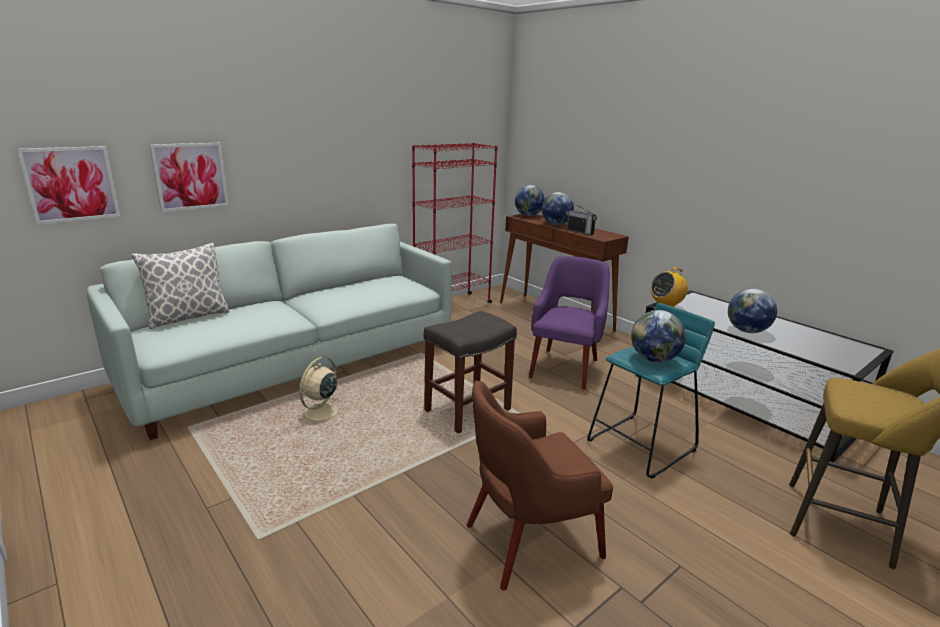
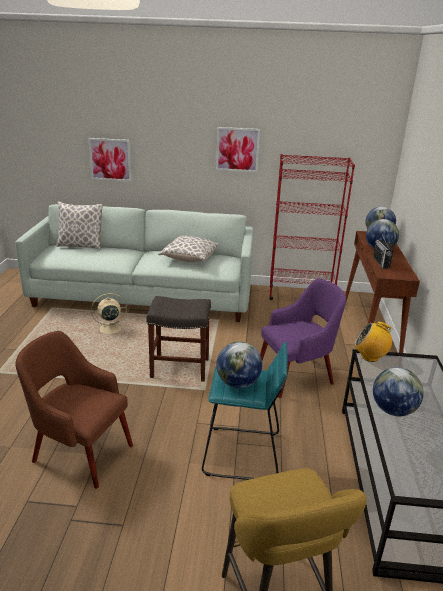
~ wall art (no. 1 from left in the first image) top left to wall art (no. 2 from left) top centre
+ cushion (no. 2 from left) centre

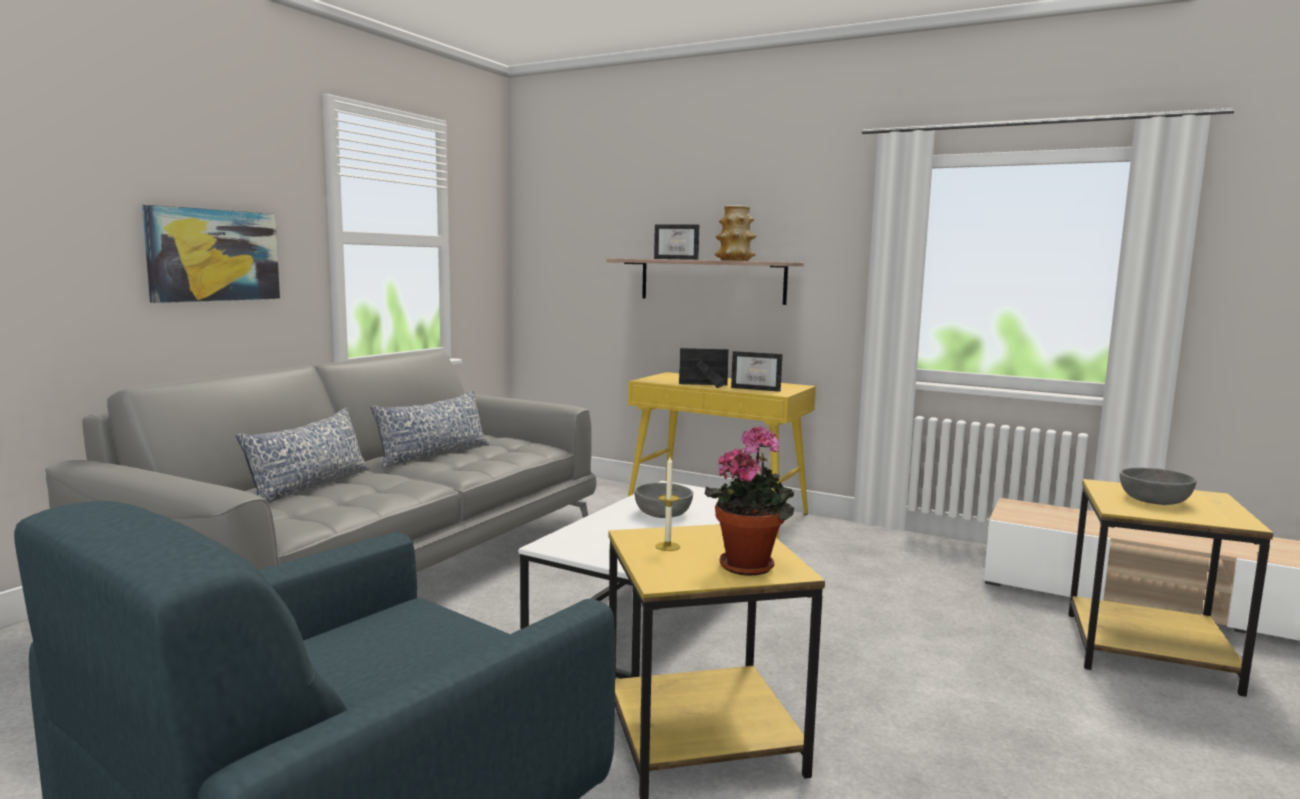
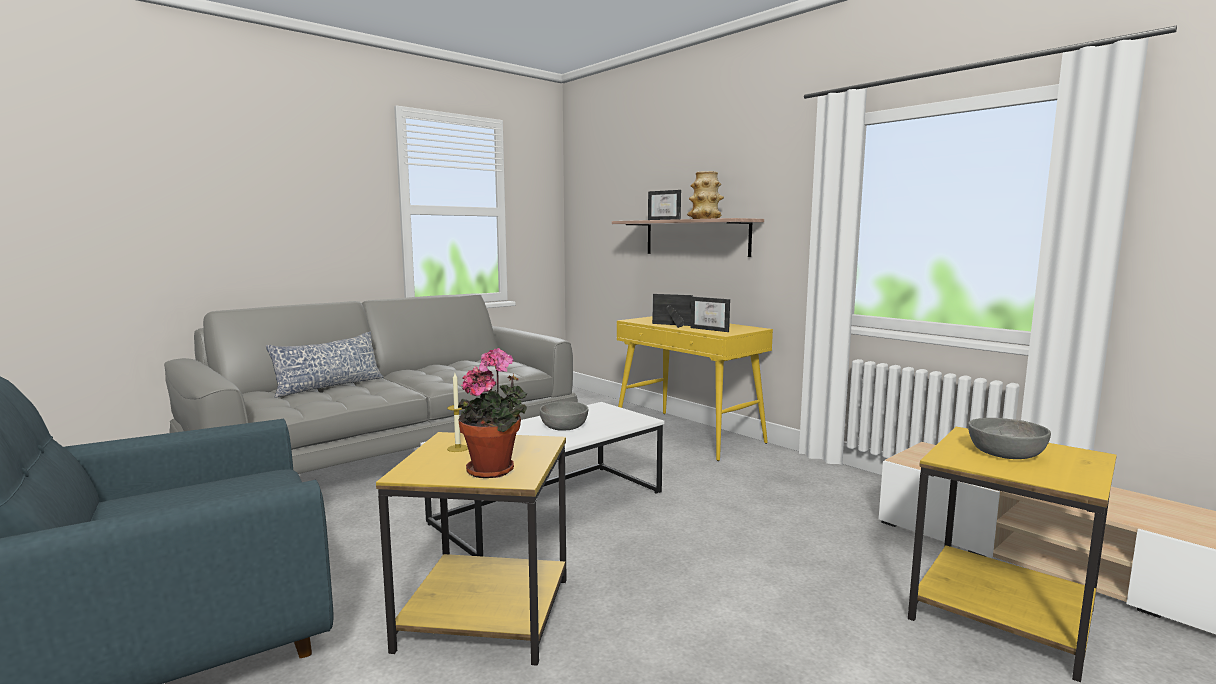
- wall art top left
- cushion (no. 2 from left) middle left

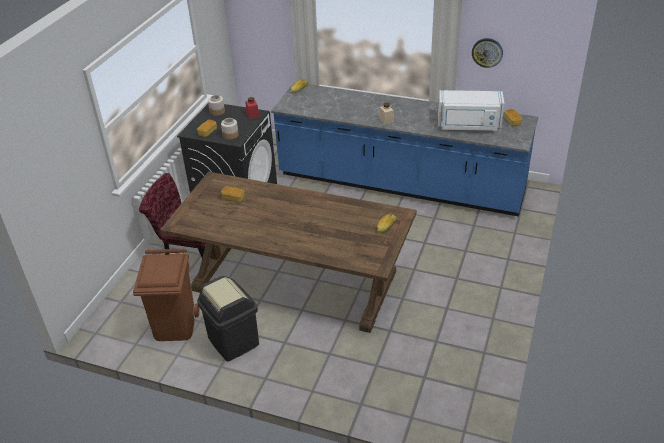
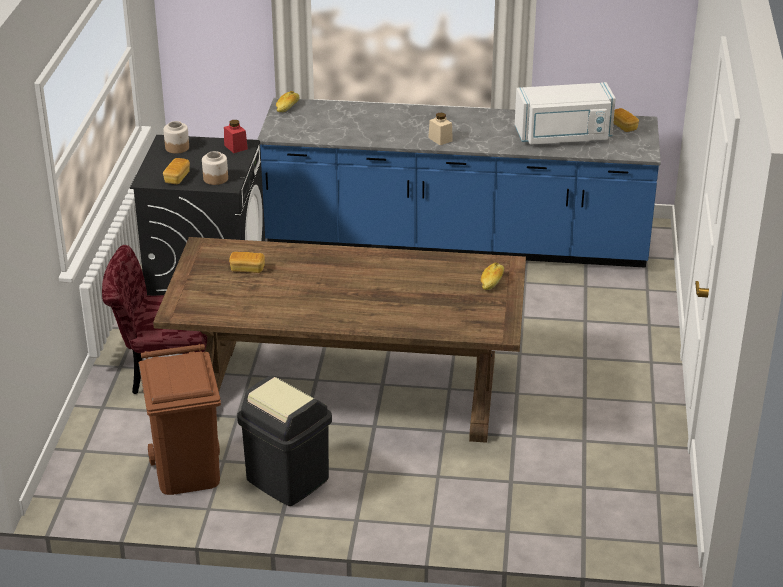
- hanging clock top right

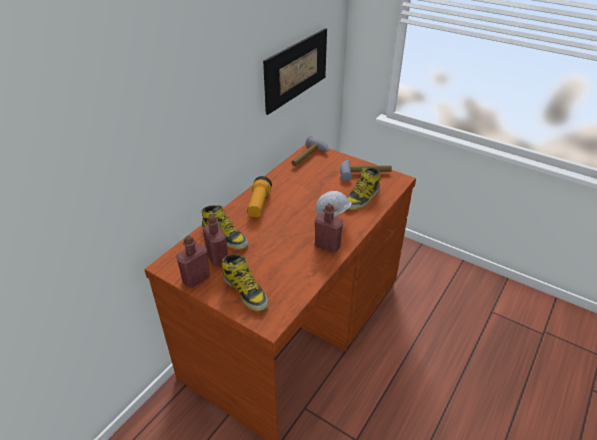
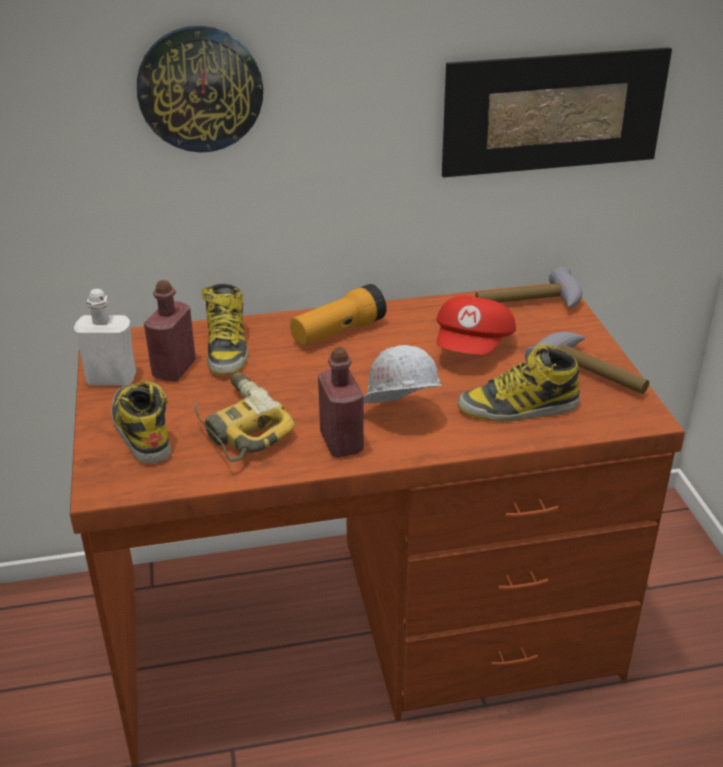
~ red-coloured bottle (no. 1 from left) middle left to white-coloured bottle middle left
~ tall boot (no. 2 from left in the first image) centre = middle left 150 degrees clockwise
+ hanging clock top left
+ red-coloured peaked cap centre
+ drill centre

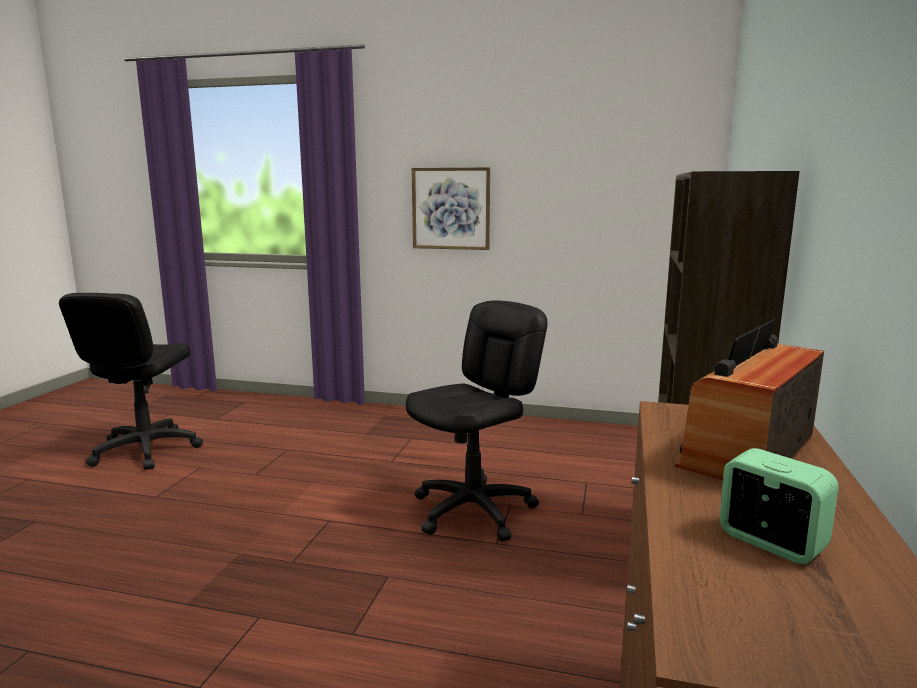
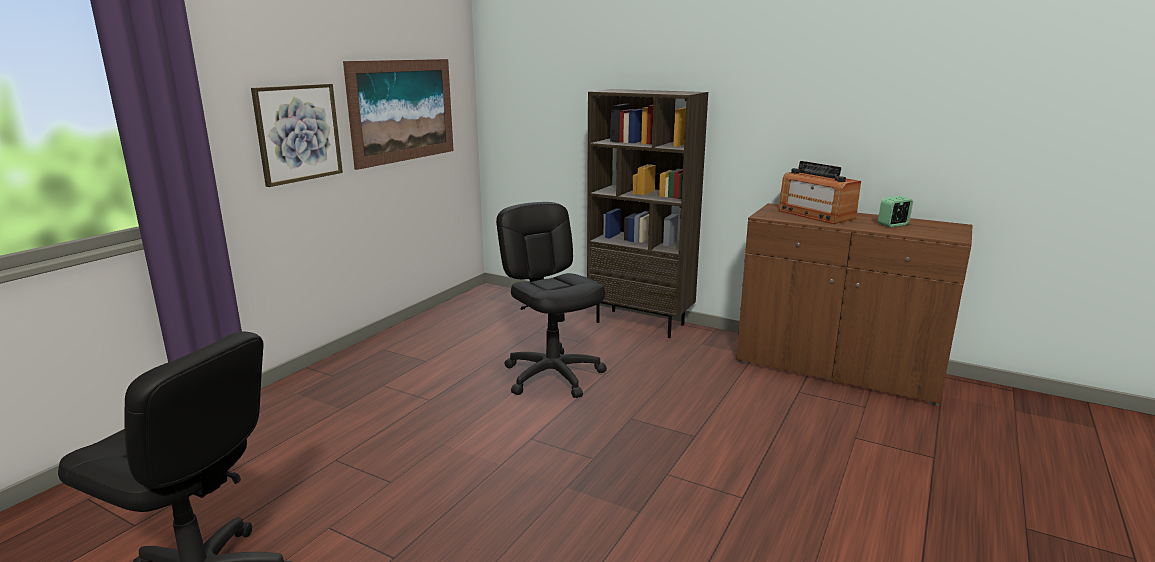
+ wall art (no. 2 from left) top centre

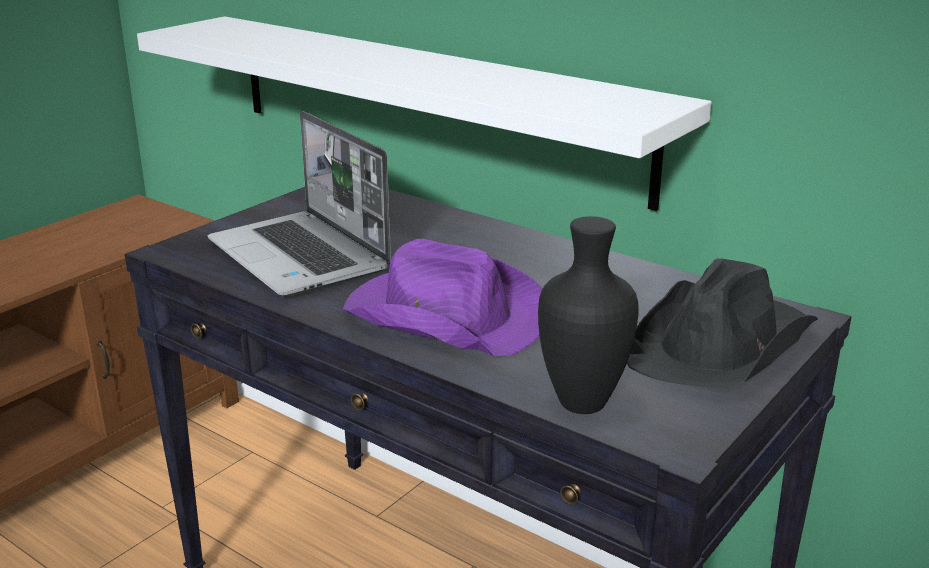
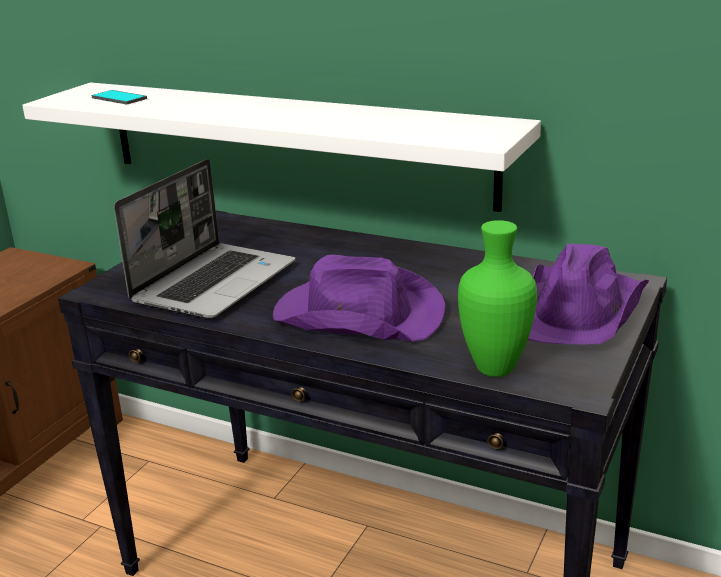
~ laptop middle left = middle left 105 degrees counterclockwise
~ black flower vase centre to greenish flower vase middle right
~ black hat middle right to purplish hat (no. 2 from left) middle right
+ handset top left

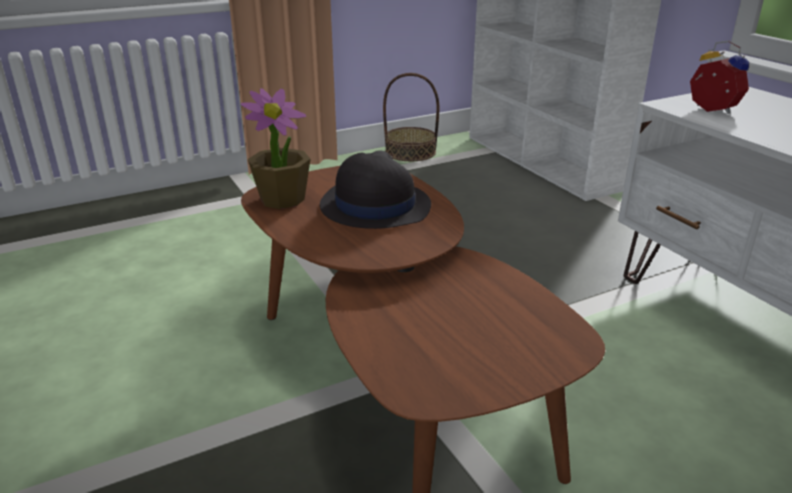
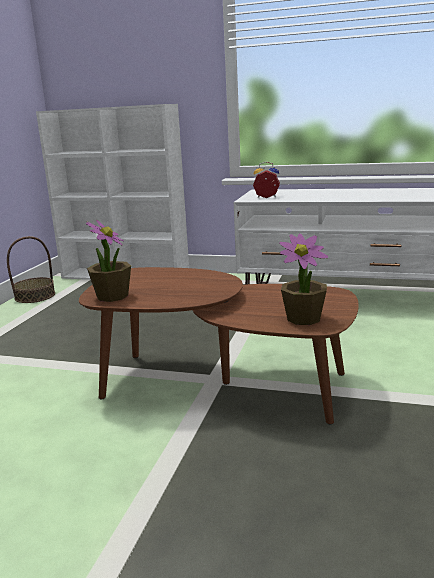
- black hat centre
+ plant in a pot (no. 2 from left) middle right

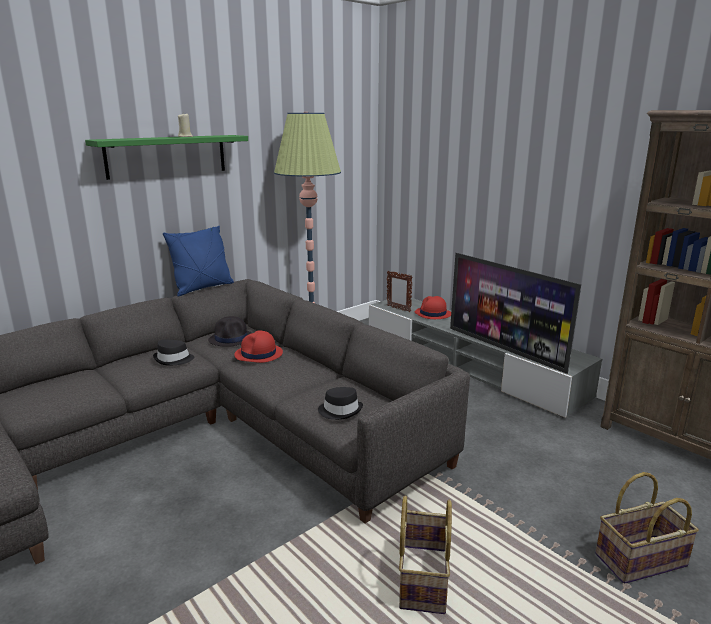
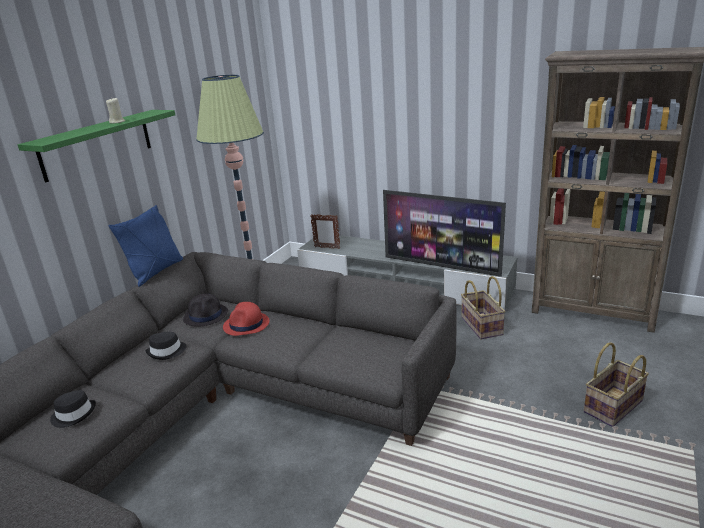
- red-coloured hat (no. 2 from left) centre
~ black hat (no. 3 from left in the first image) centre to black hat (no. 1 from left) bottom left
~ storage basket (no. 1 from left) bottom centre to middle right

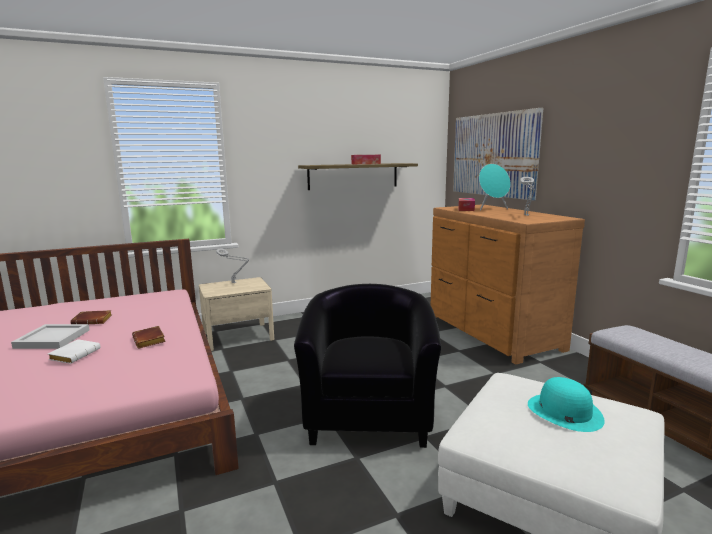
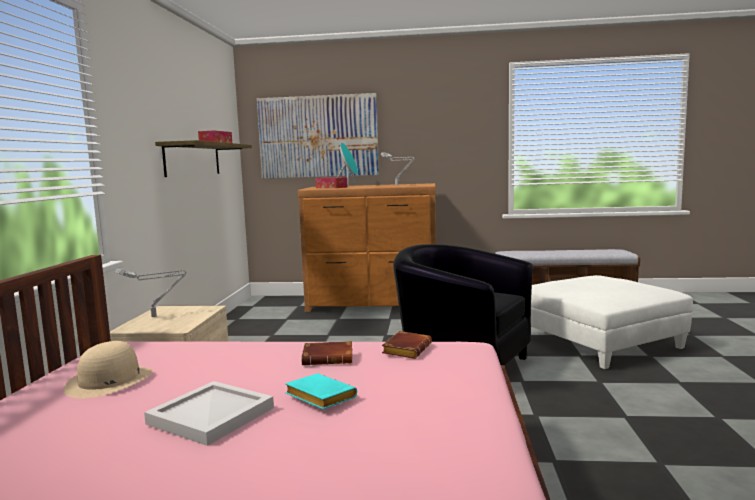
~ brown bound book (no. 1 from left in the first image) middle left to brown bound book (no. 2 from left) bottom centre
~ white-coloured bound book middle left to turquoise-coloured bound book bottom centre
- turquoise-coloured hat bottom right
+ sand-coloured hat bottom left

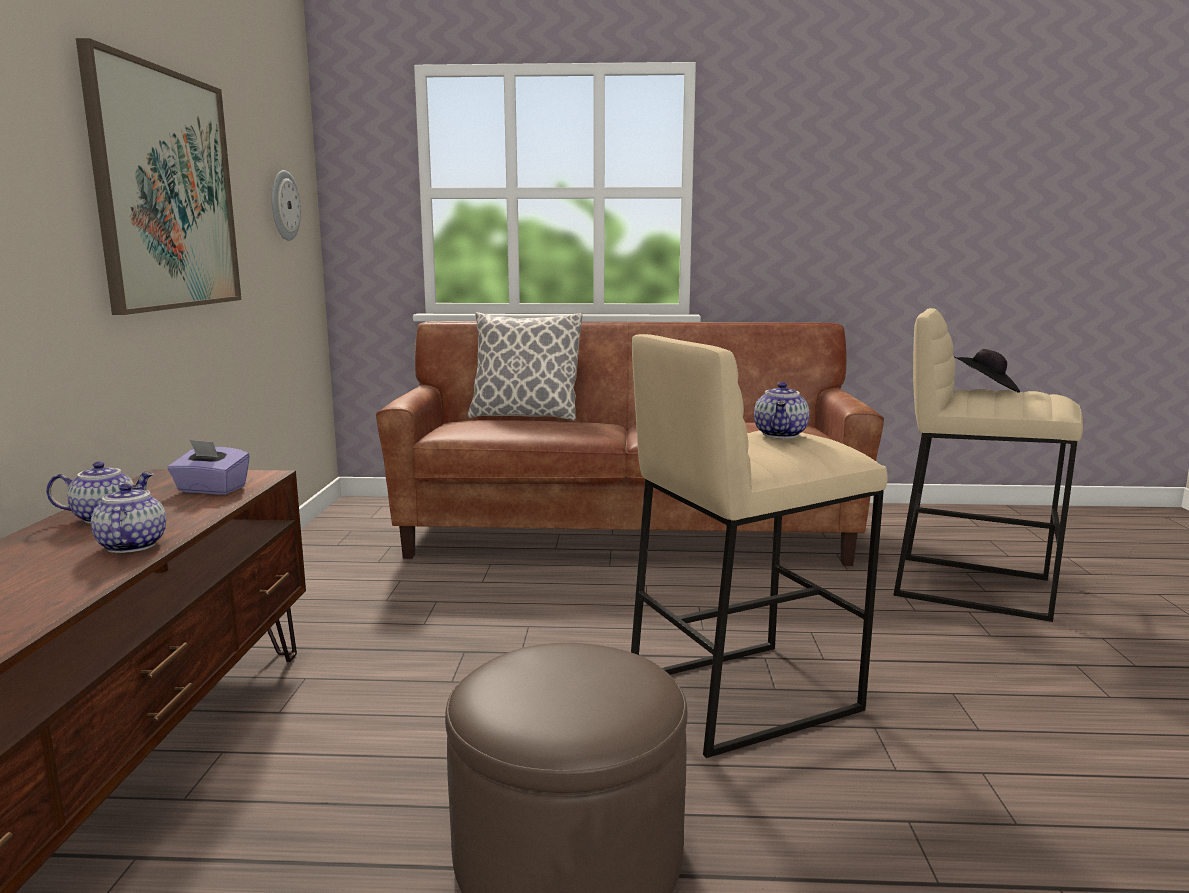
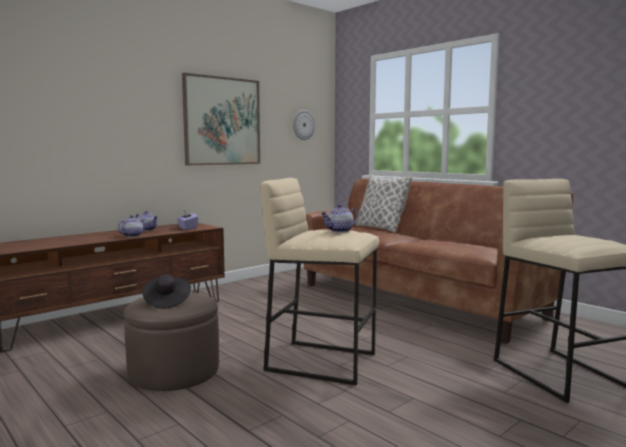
~ black hat middle right to middle left

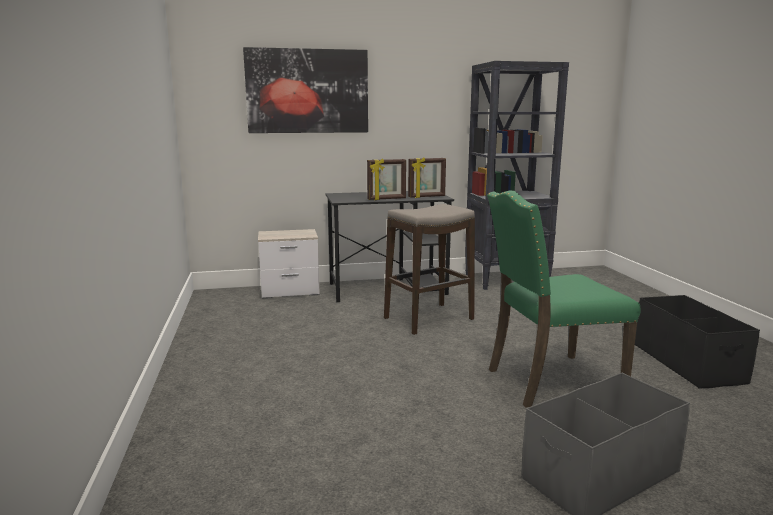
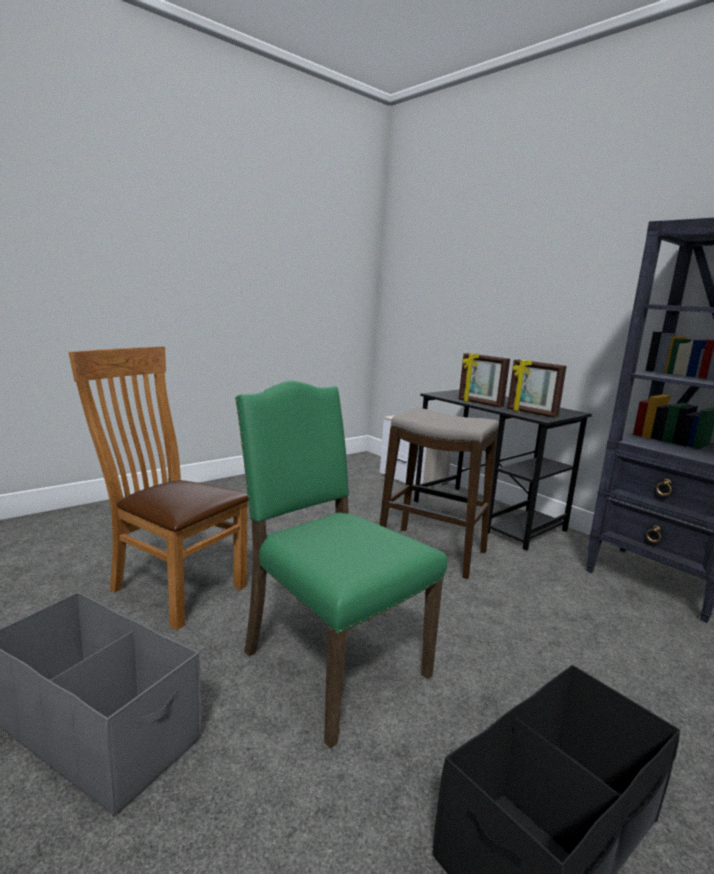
- wall art top centre
+ brown plain chair middle left

